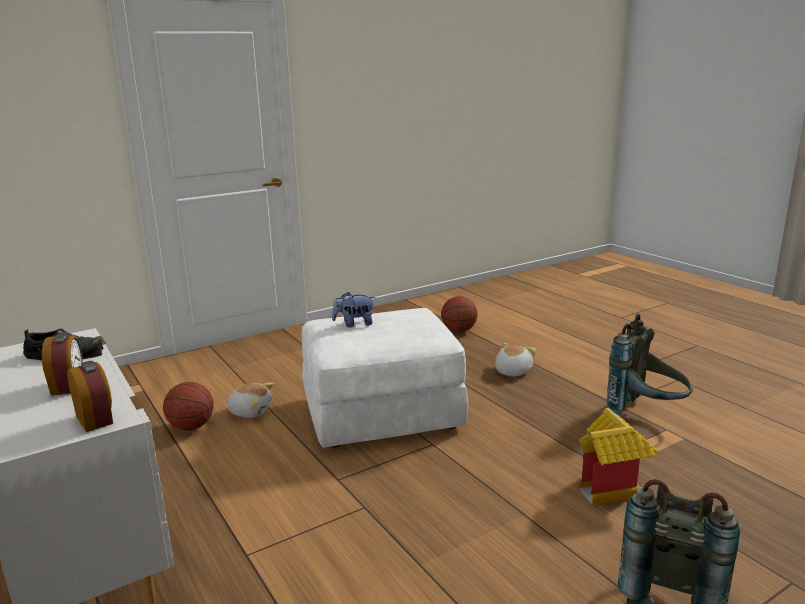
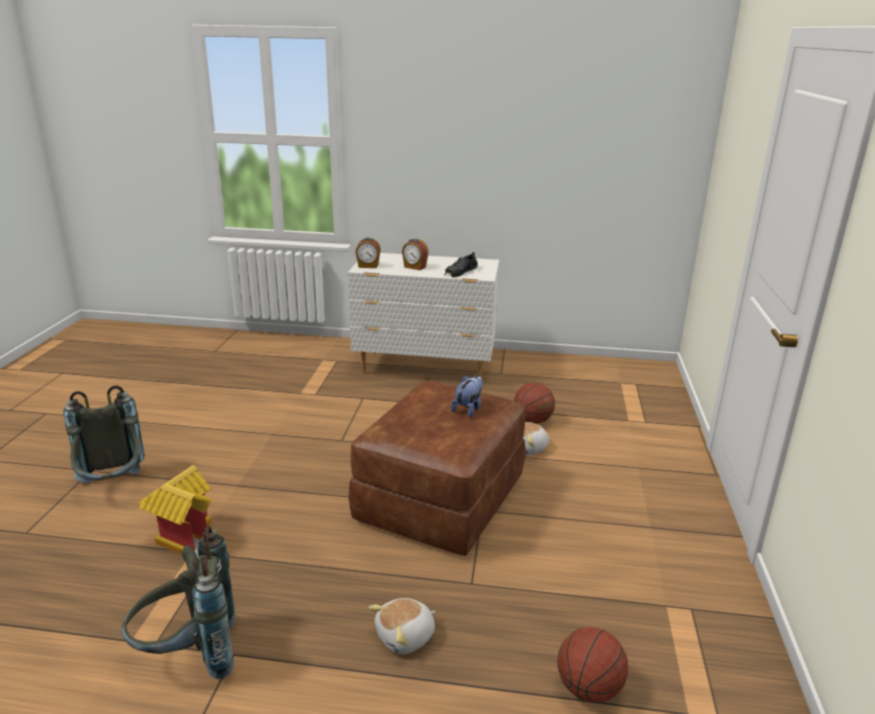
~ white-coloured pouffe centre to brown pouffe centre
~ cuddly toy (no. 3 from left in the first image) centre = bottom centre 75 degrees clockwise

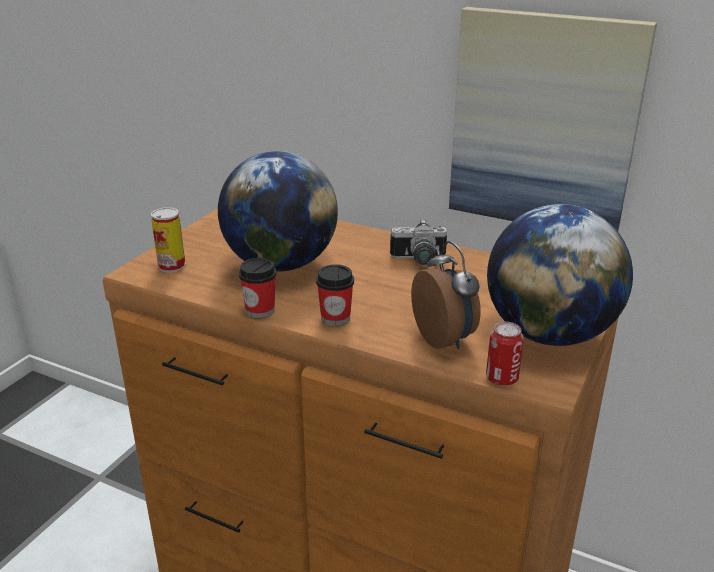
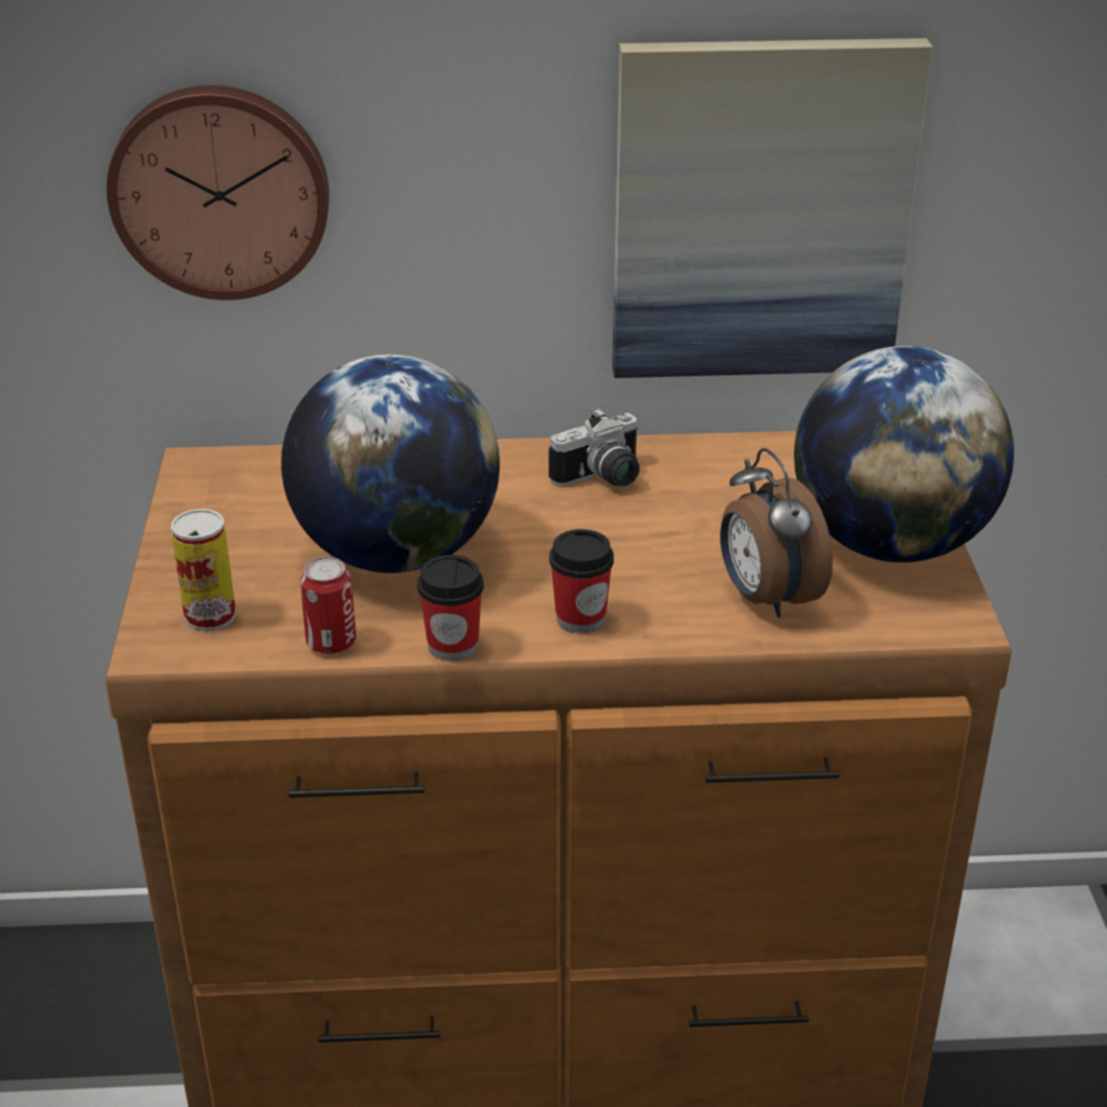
~ alarm clock centre = middle right 150 degrees counterclockwise
~ can (no. 2 from left) middle right to middle left
+ hanging clock top left

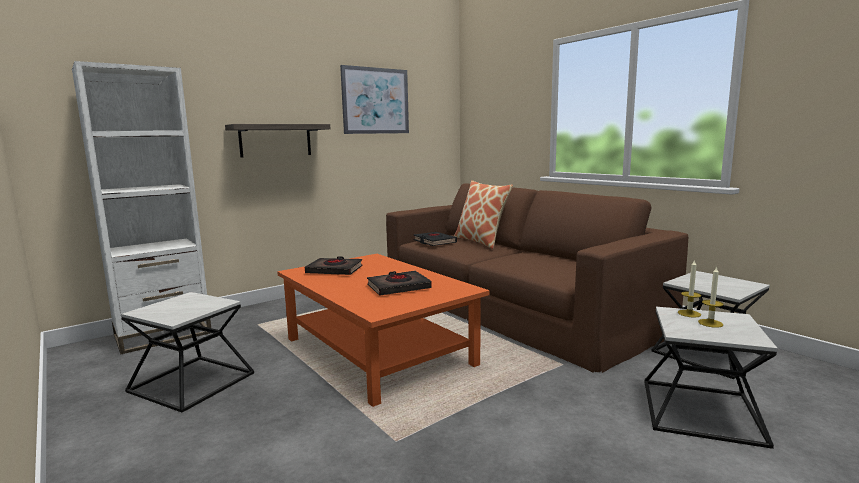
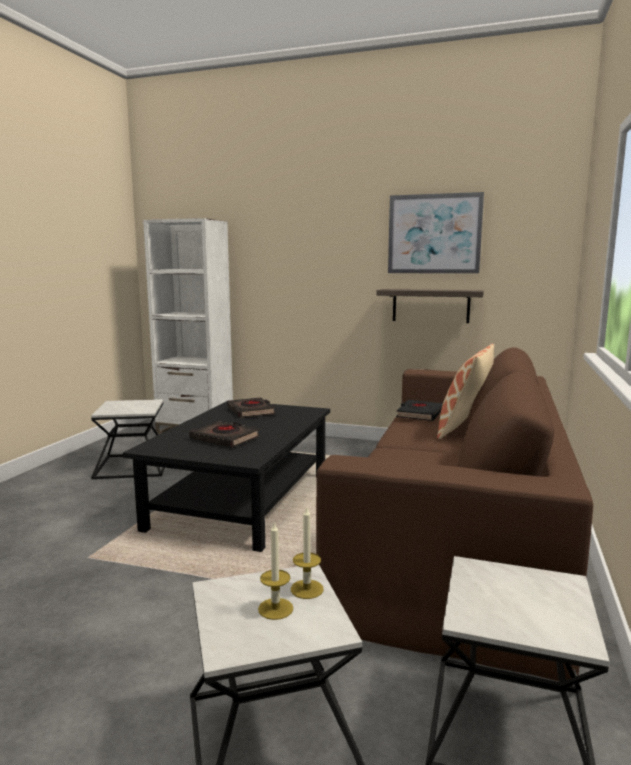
~ wall shelf top left to middle right
~ orange low table bottom centre to black low table centre

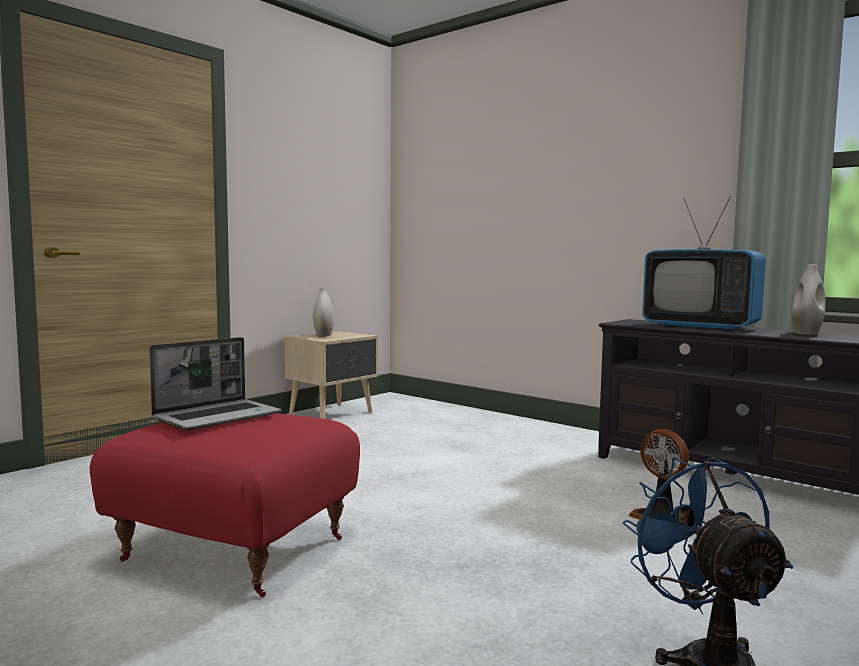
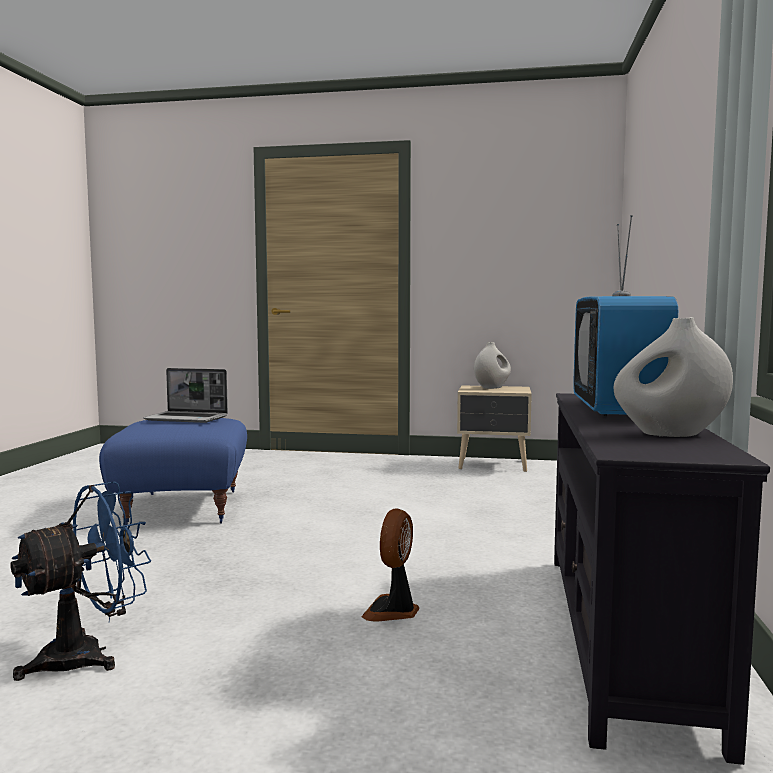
~ red-coloured pouffe bottom left to bluish pouffe middle left

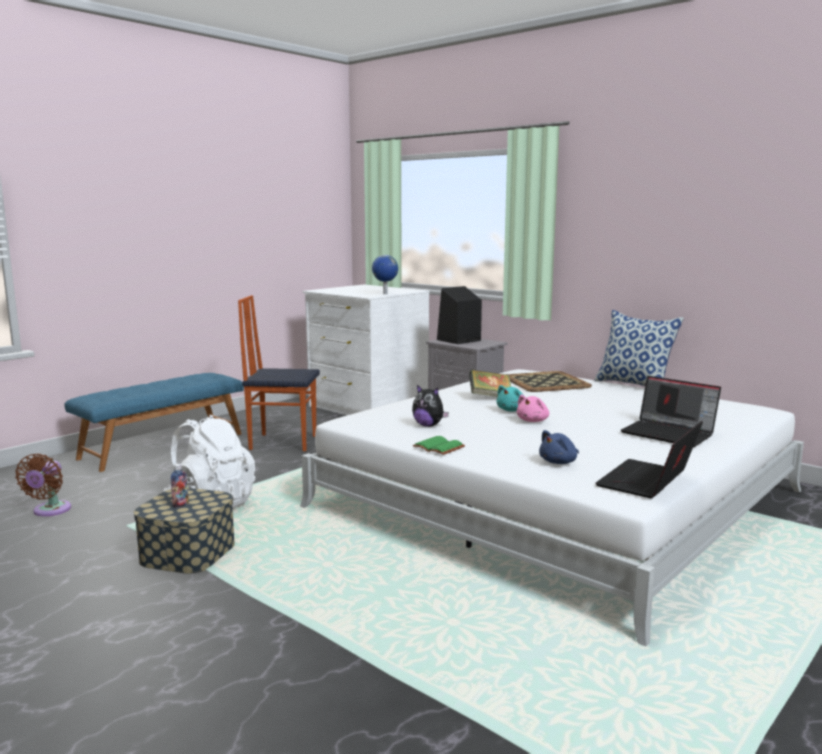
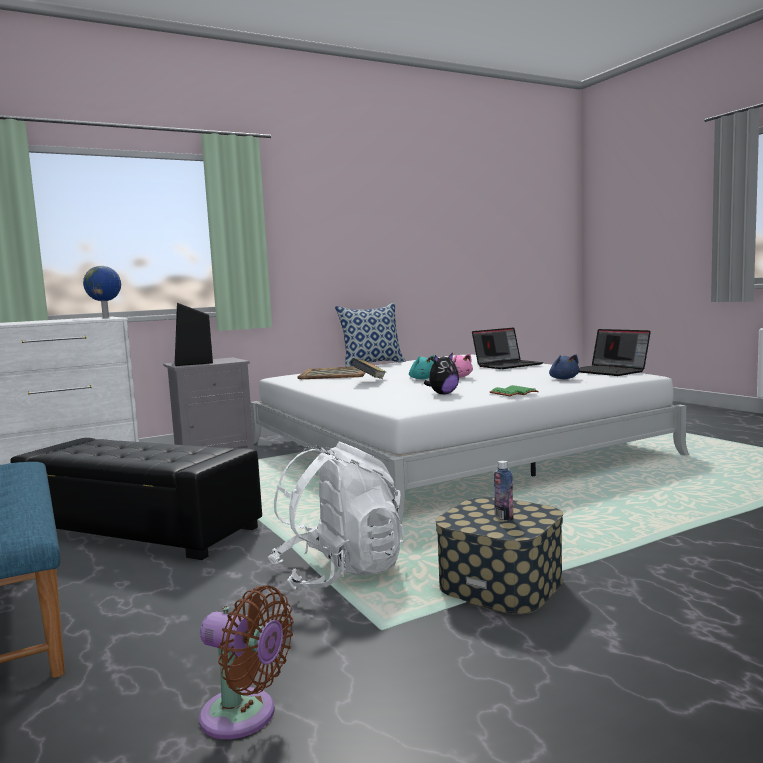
~ plain chair centre to black pouffe middle left

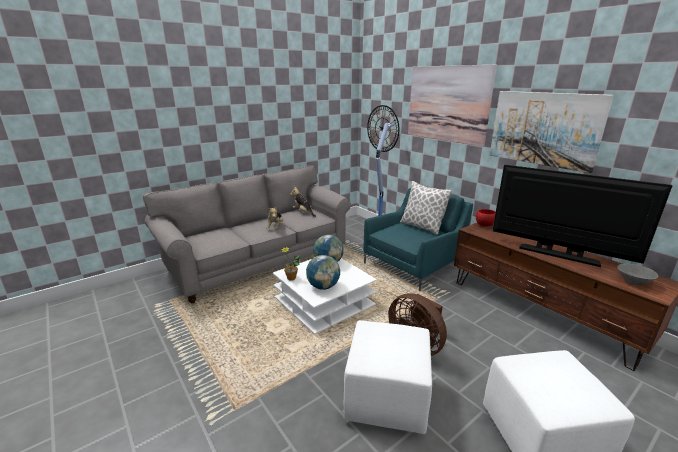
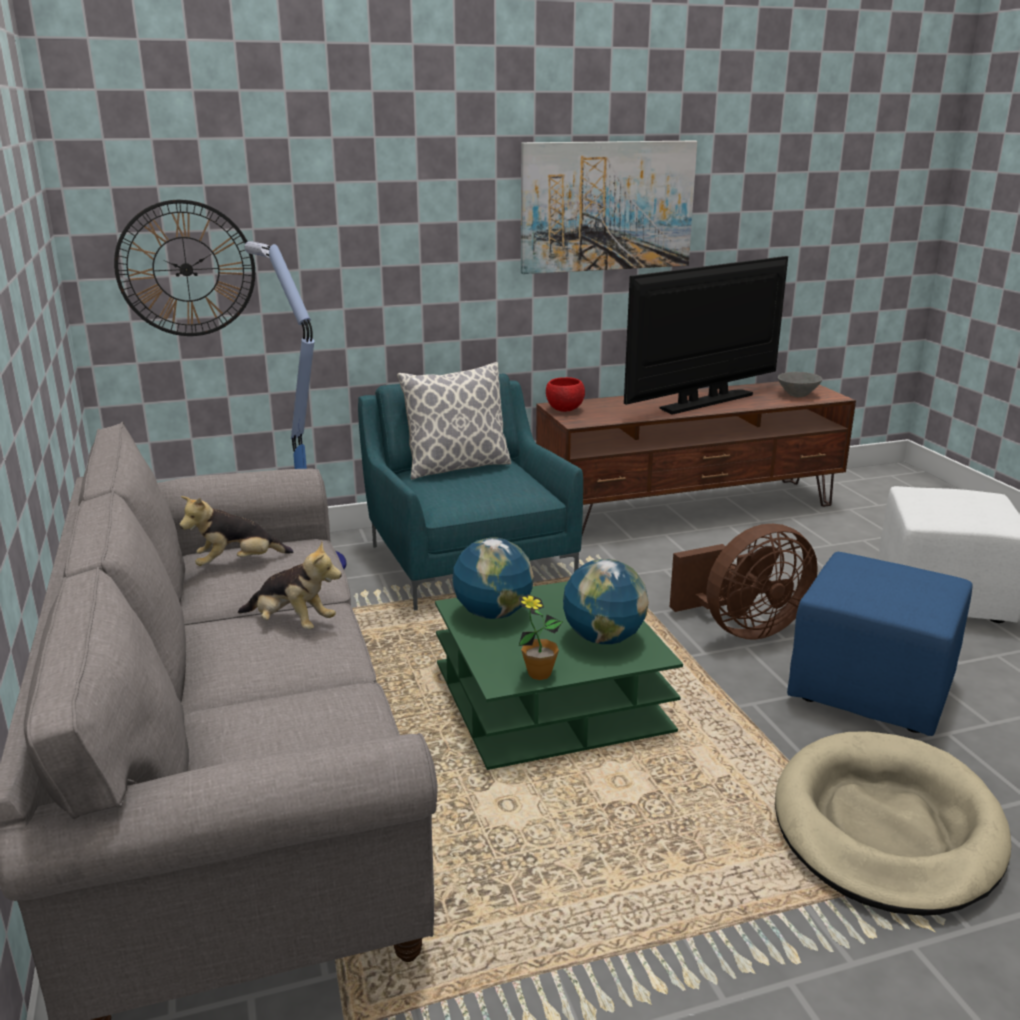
- wall art (no. 1 from left) top right
~ white-coloured low table centre to greenish low table centre
~ white-coloured pouffe (no. 1 from left) bottom centre to bluish pouffe middle right
+ sand-coloured dog cushion bottom right

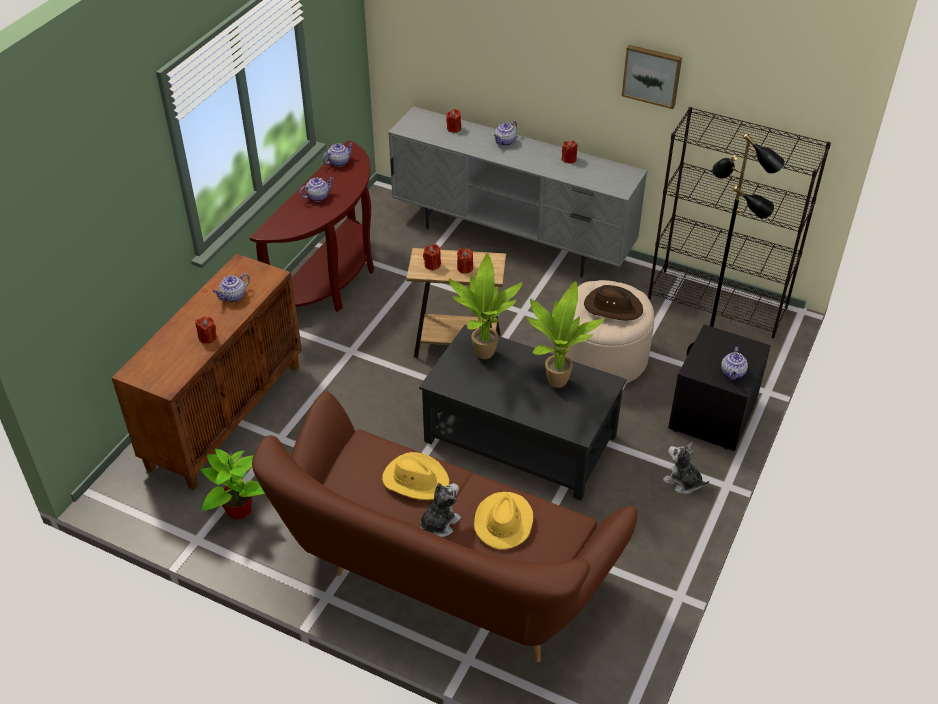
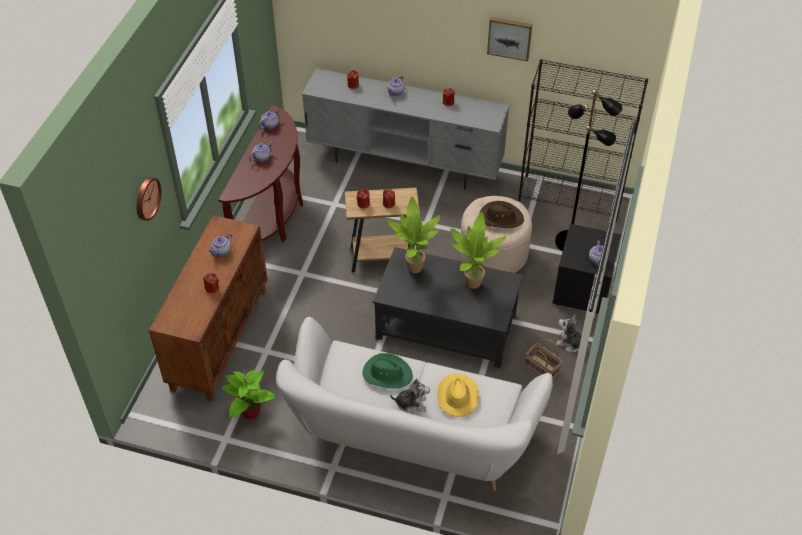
~ brown settee bottom centre to white-coloured settee bottom centre
~ yellow hat (no. 1 from left) bottom centre to greenish hat bottom centre
~ cuddly toy (no. 1 from left) bottom centre = bottom centre 60 degrees clockwise
+ hanging clock middle left
+ storage basket bottom right

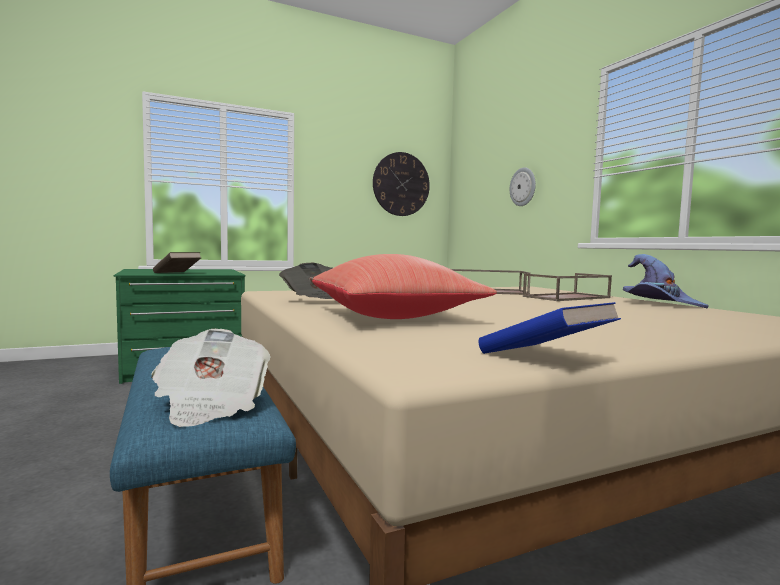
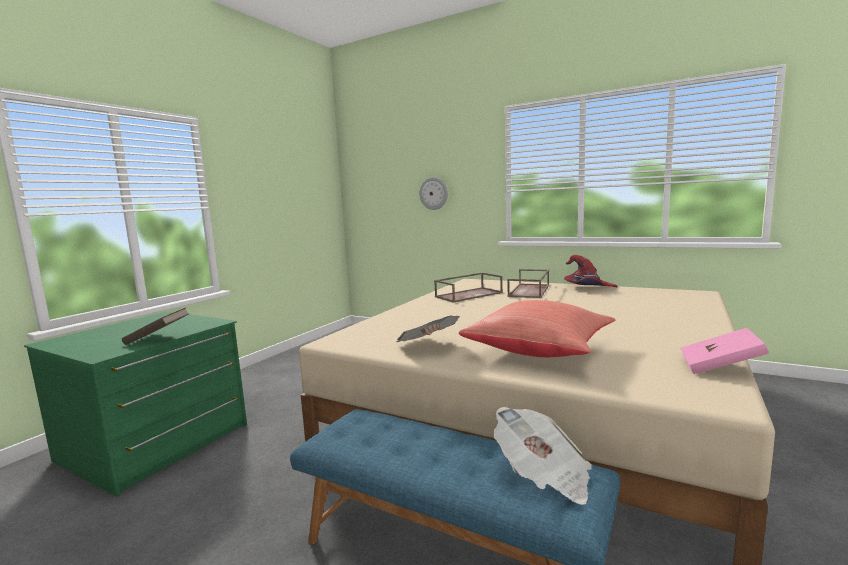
- hanging clock (no. 1 from left) top centre
~ purplish hat middle right to red-coloured hat middle right
~ bluish bound book middle right to pinkish bound book middle right

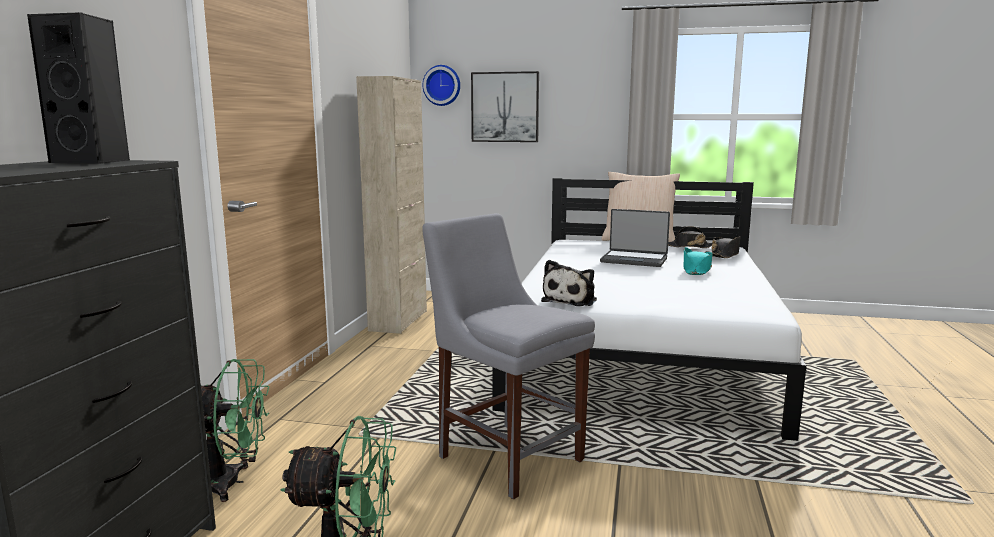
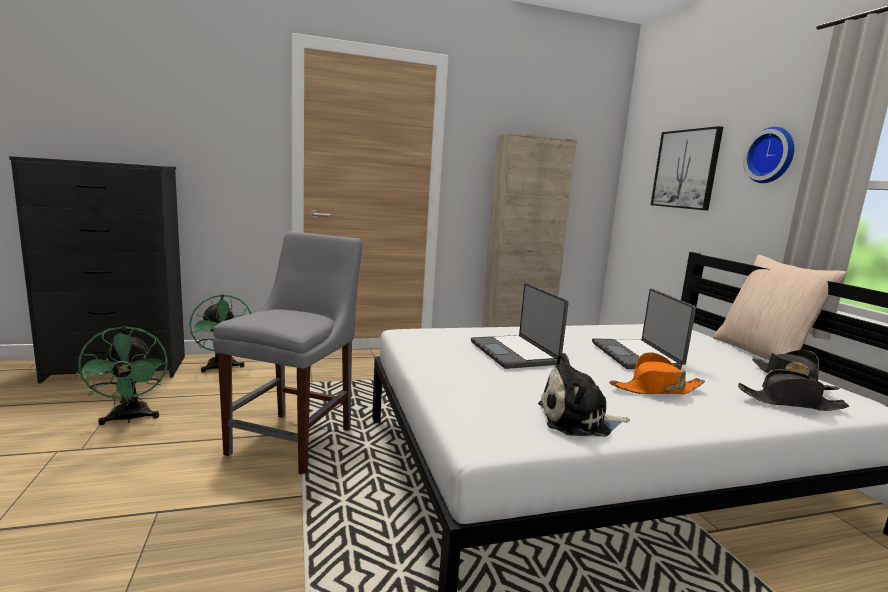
- black audio speaker top left
~ hanging clock top centre to top right
~ turquoise-coloured hat middle right to orange hat middle right
~ cuddly toy centre to bottom centre
+ laptop (no. 1 from left) centre

